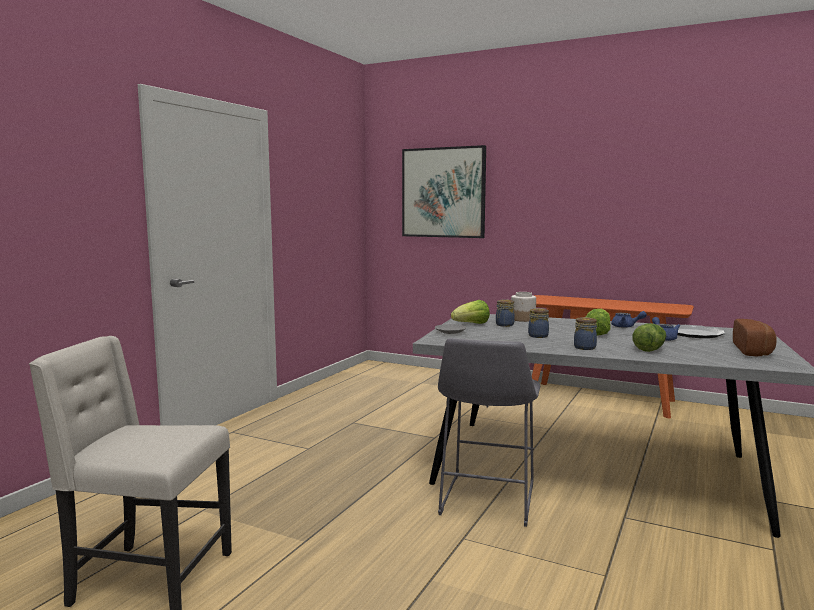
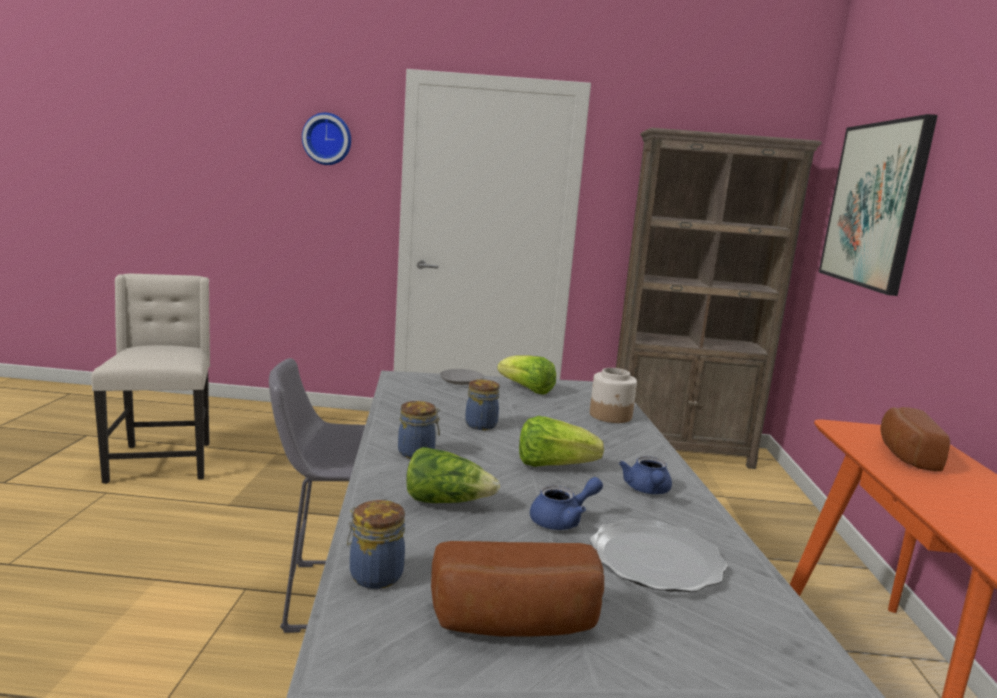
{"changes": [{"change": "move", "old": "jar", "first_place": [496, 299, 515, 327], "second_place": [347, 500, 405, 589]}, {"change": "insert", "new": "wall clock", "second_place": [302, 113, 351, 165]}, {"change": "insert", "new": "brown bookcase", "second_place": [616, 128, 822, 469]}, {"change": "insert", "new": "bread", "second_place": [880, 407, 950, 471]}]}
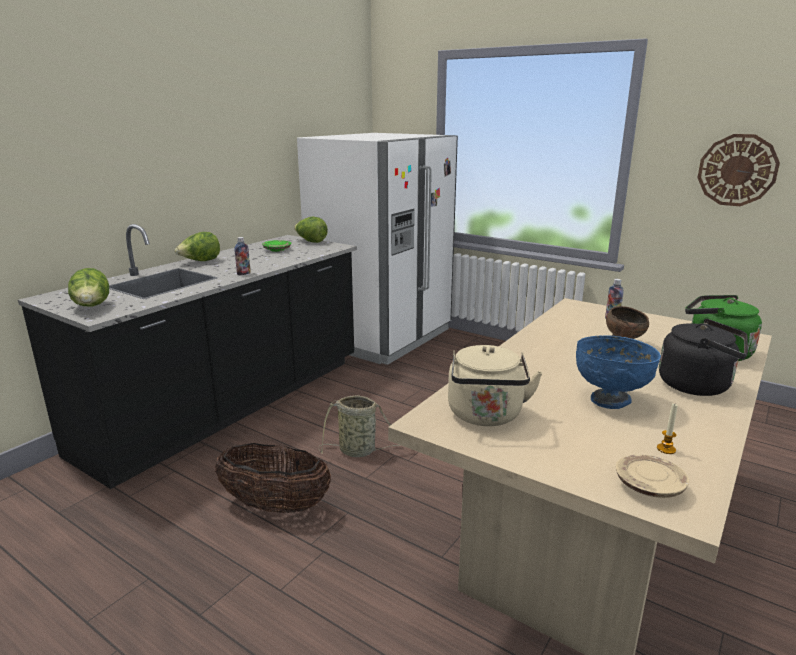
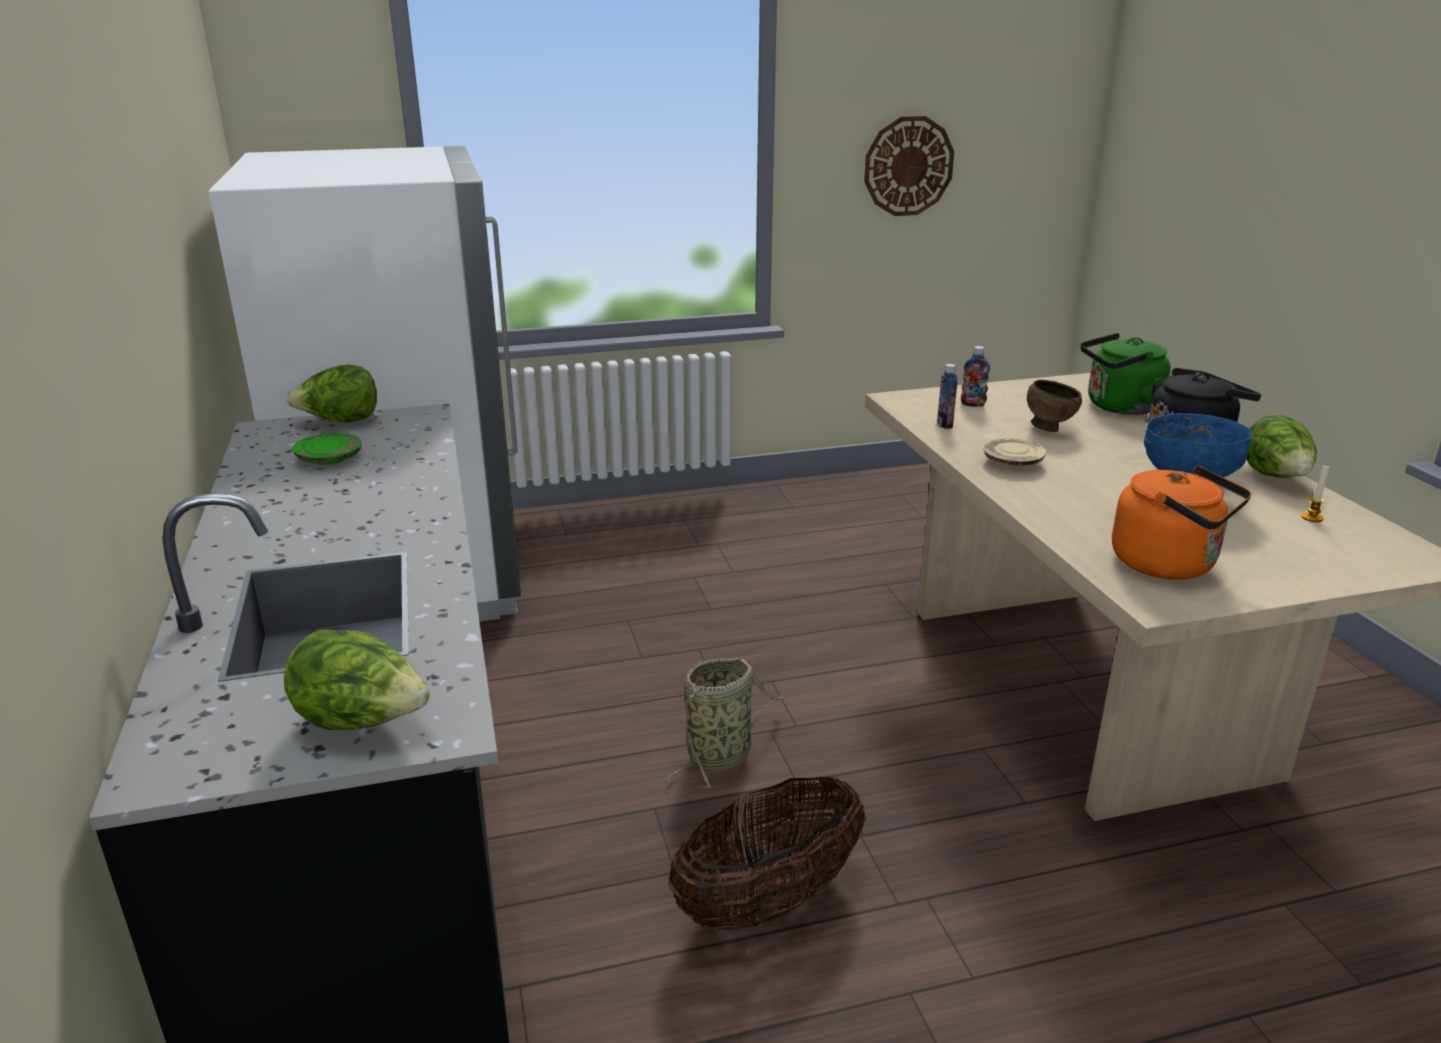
{"changes": [{"change": "move", "old": "lettuce", "first_place": [175, 232, 220, 261], "second_place": [1247, 414, 1317, 478]}, {"change": "move", "old": "bottle", "first_place": [235, 237, 251, 275], "second_place": [937, 364, 958, 429]}, {"change": "recolor", "old": "beige kettle", "new": "orange kettle", "first_place": [448, 345, 543, 426], "second_place": [1112, 466, 1251, 580]}, {"change": "move", "old": "beige plate", "first_place": [616, 455, 689, 498], "second_place": [983, 438, 1047, 468]}]}
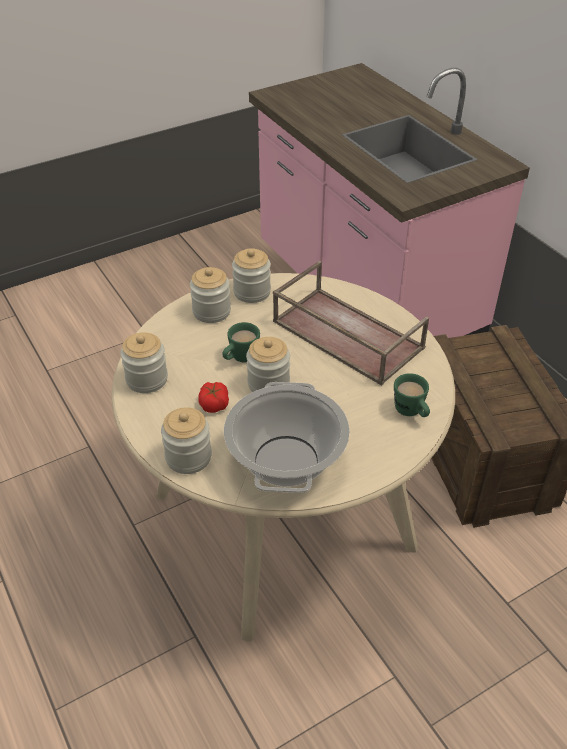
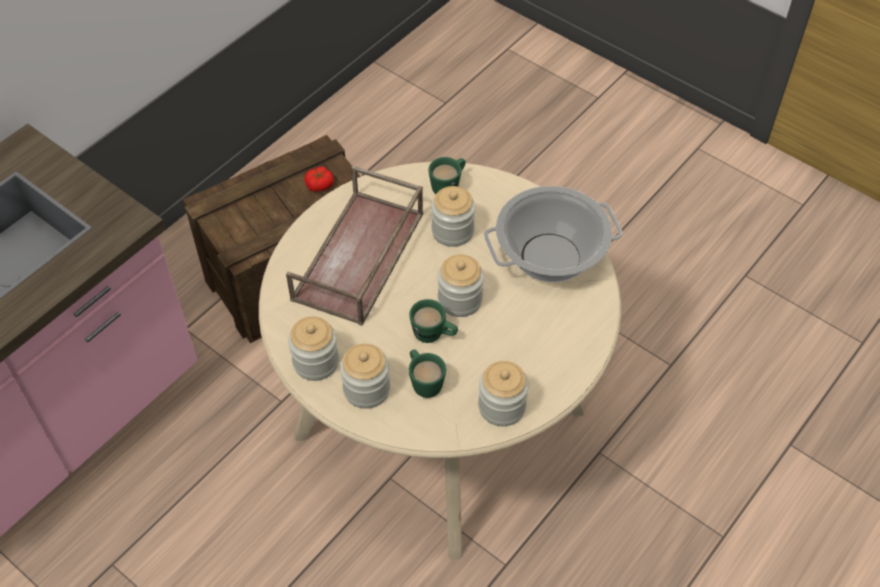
{"changes": [{"change": "move", "old": "jar", "first_place": [161, 407, 212, 474], "second_place": [431, 186, 475, 247]}, {"change": "move", "old": "tomato", "first_place": [198, 382, 229, 413], "second_place": [304, 166, 334, 192]}, {"change": "insert", "new": "green mug", "second_place": [409, 349, 446, 398]}]}
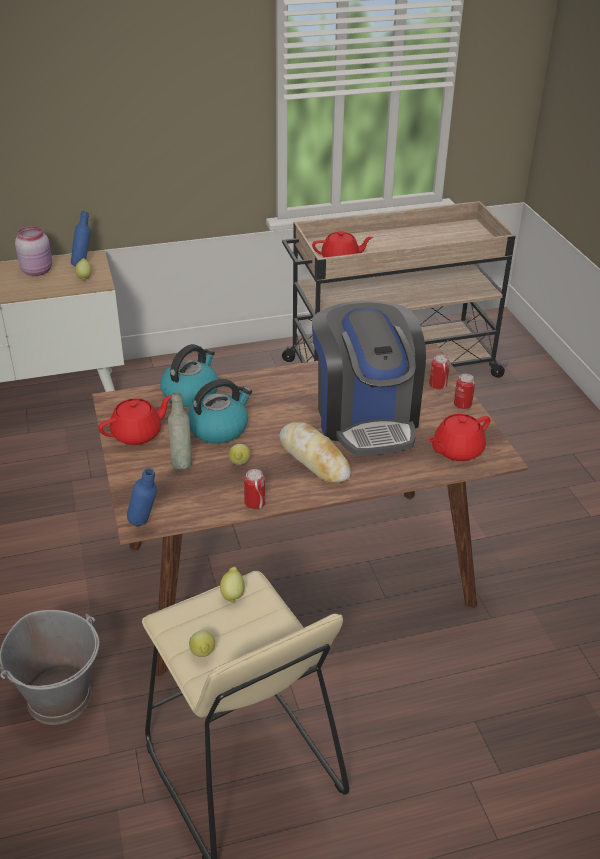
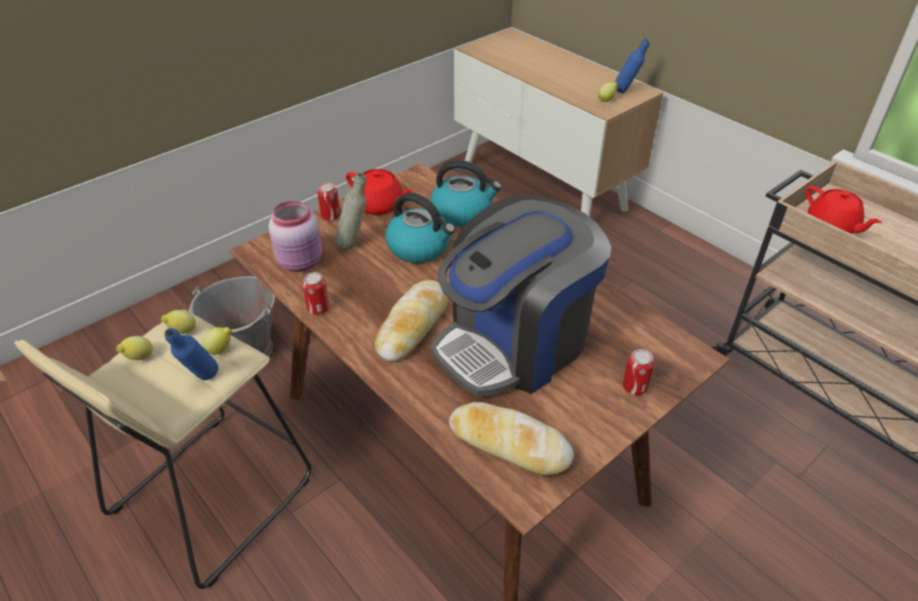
{"changes": [{"change": "move", "old": "pink jar", "first_place": [15, 226, 52, 276], "second_place": [269, 201, 322, 272]}, {"change": "move", "old": "blue bottle", "first_place": [127, 468, 157, 526], "second_place": [164, 328, 218, 380]}, {"change": "move", "old": "lemon", "first_place": [229, 444, 250, 465], "second_place": [161, 310, 196, 334]}, {"change": "replace", "old": "red teapot", "new": "bread", "first_place": [428, 414, 491, 461], "second_place": [449, 402, 574, 475]}, {"change": "move", "old": "can", "first_place": [454, 374, 475, 409], "second_place": [317, 182, 340, 220]}]}
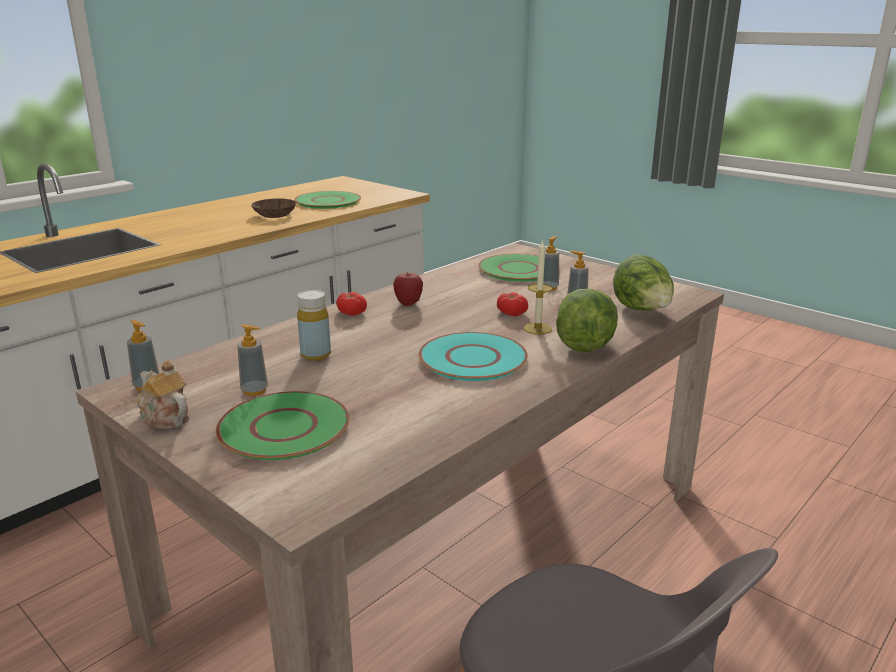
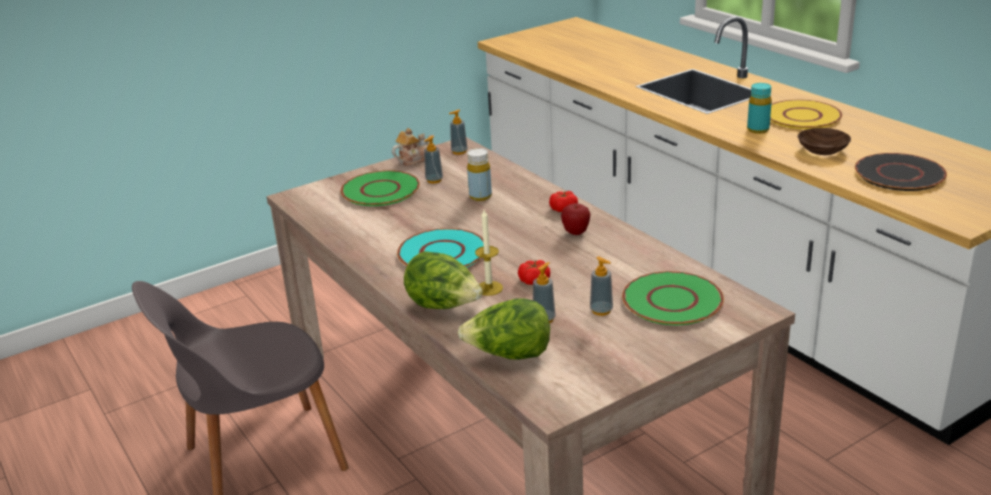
{"changes": [{"change": "recolor", "old": "green plate", "new": "black plate", "first_place": [294, 191, 361, 209], "second_place": [855, 153, 947, 191]}, {"change": "insert", "new": "turquoise bottle", "second_place": [747, 83, 772, 134]}, {"change": "insert", "new": "yellow plate", "second_place": [770, 100, 842, 129]}]}
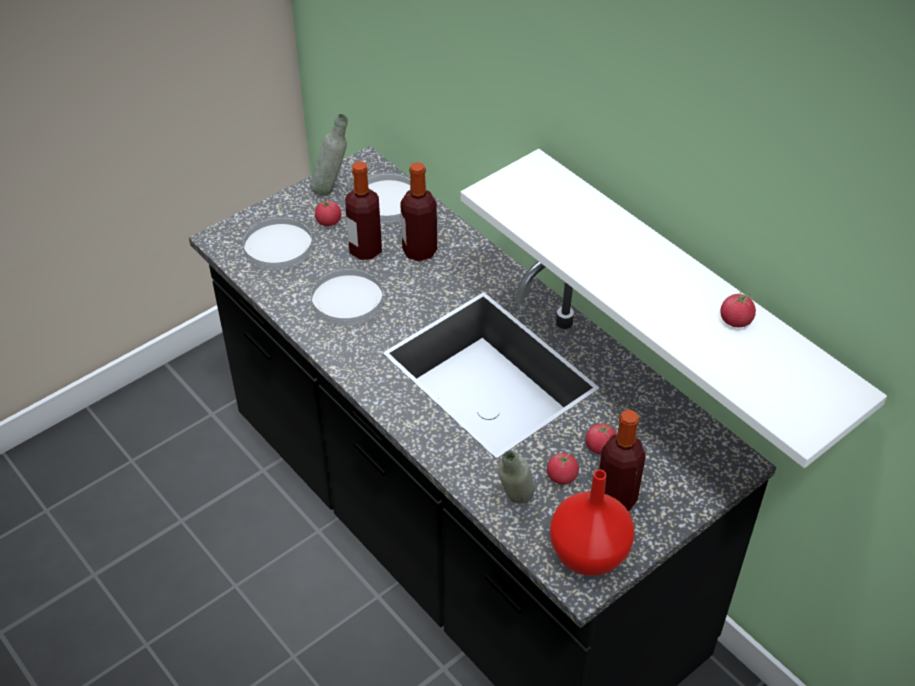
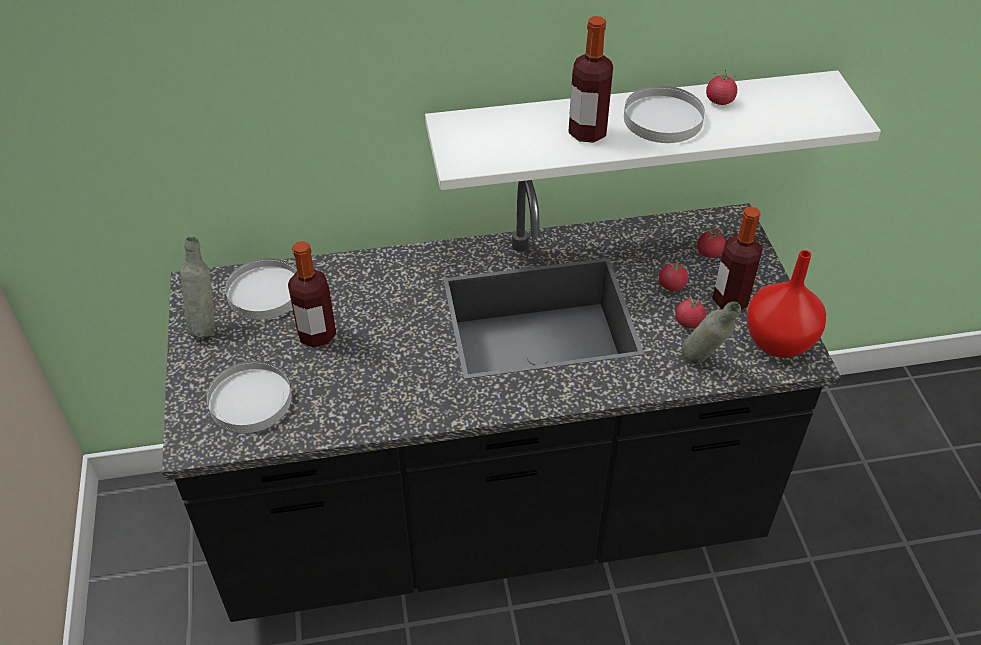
{"changes": [{"change": "move", "old": "white plate", "first_place": [311, 267, 383, 326], "second_place": [624, 86, 705, 143]}, {"change": "move", "old": "tomato", "first_place": [315, 198, 341, 226], "second_place": [697, 230, 726, 258]}, {"change": "move", "old": "bottle", "first_place": [400, 162, 437, 262], "second_place": [568, 16, 613, 143]}]}
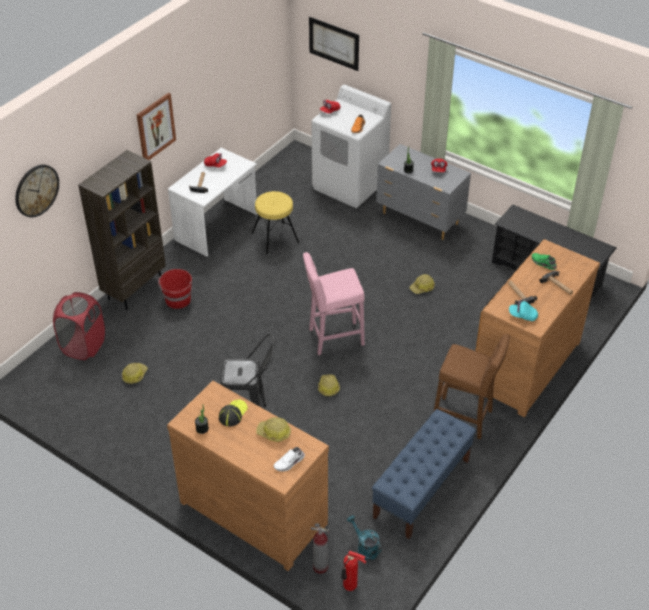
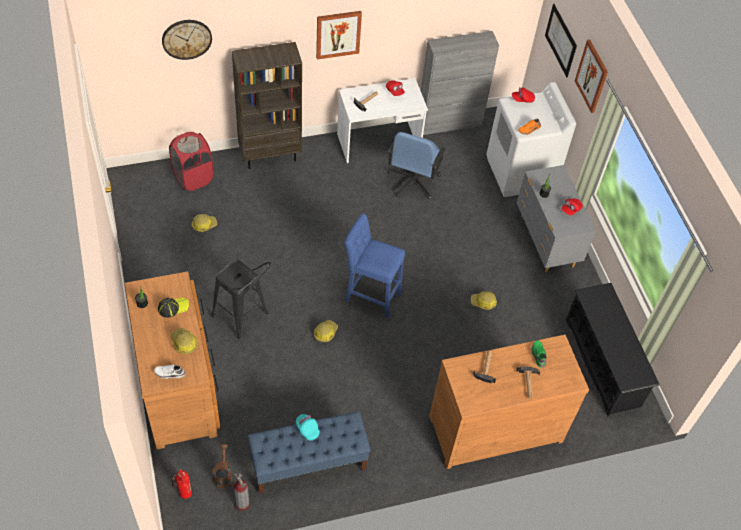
{"changes": [{"change": "delete", "old": "red bucket", "first_place": [158, 269, 192, 309]}, {"change": "replace", "old": "yellow stool", "new": "blue office chair", "first_place": [252, 191, 299, 254], "second_place": [387, 132, 446, 199]}, {"change": "recolor", "old": "pink stool", "new": "blue stool", "first_place": [303, 252, 365, 355], "second_place": [344, 213, 405, 318]}, {"change": "move", "old": "fire extinguisher", "first_place": [311, 523, 330, 574], "second_place": [234, 472, 250, 511]}, {"change": "recolor", "old": "turquoise watering can", "new": "brown watering can", "first_place": [347, 515, 382, 561], "second_place": [212, 444, 232, 489]}, {"change": "delete", "old": "brown stool", "first_place": [434, 334, 510, 440]}, {"change": "move", "old": "turquoise cap", "first_place": [509, 299, 538, 321], "second_place": [296, 414, 320, 440]}, {"change": "insert", "new": "grey cabinet", "second_place": [421, 31, 499, 135]}, {"change": "insert", "new": "picture", "second_place": [575, 40, 608, 113]}]}
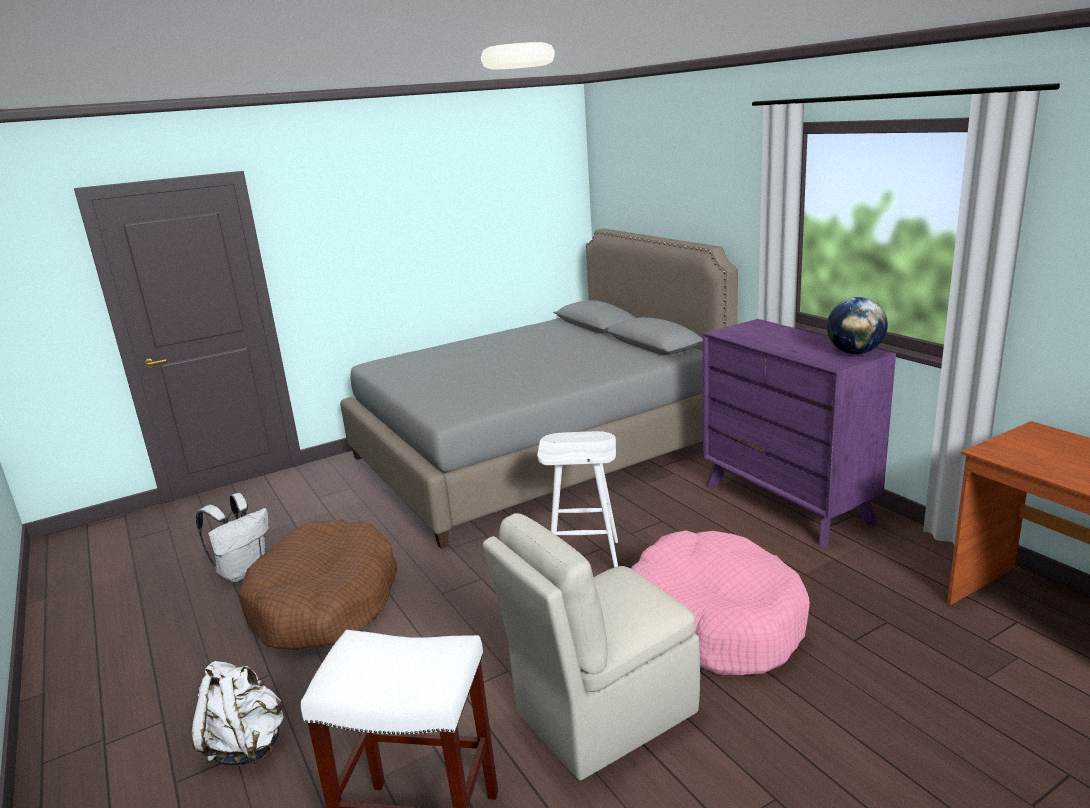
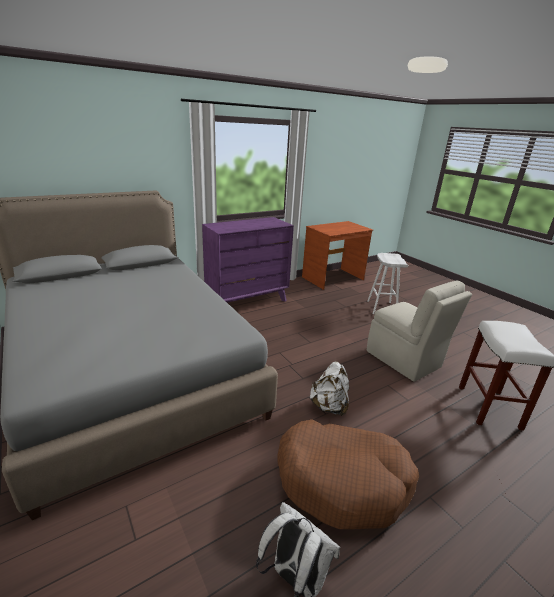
{"changes": [{"change": "move", "old": "white backpack", "first_place": [191, 661, 284, 766], "second_place": [310, 361, 349, 416]}, {"change": "move", "old": "white stool", "first_place": [537, 431, 618, 567], "second_place": [368, 253, 408, 314]}, {"change": "delete", "old": "pink dog bed", "first_place": [631, 530, 810, 675]}, {"change": "delete", "old": "globe", "first_place": [827, 297, 888, 354]}]}
